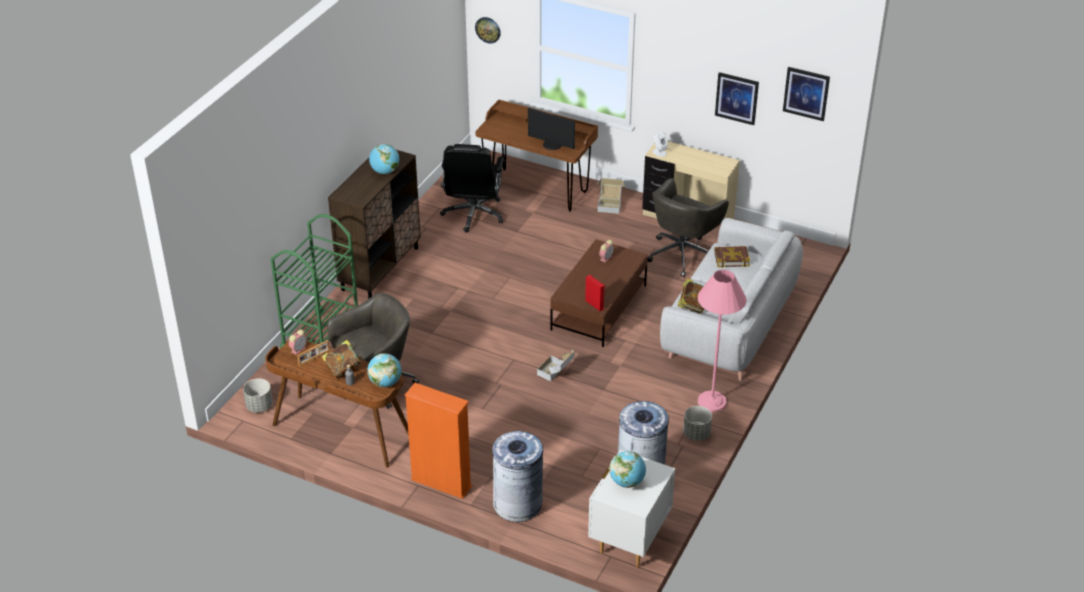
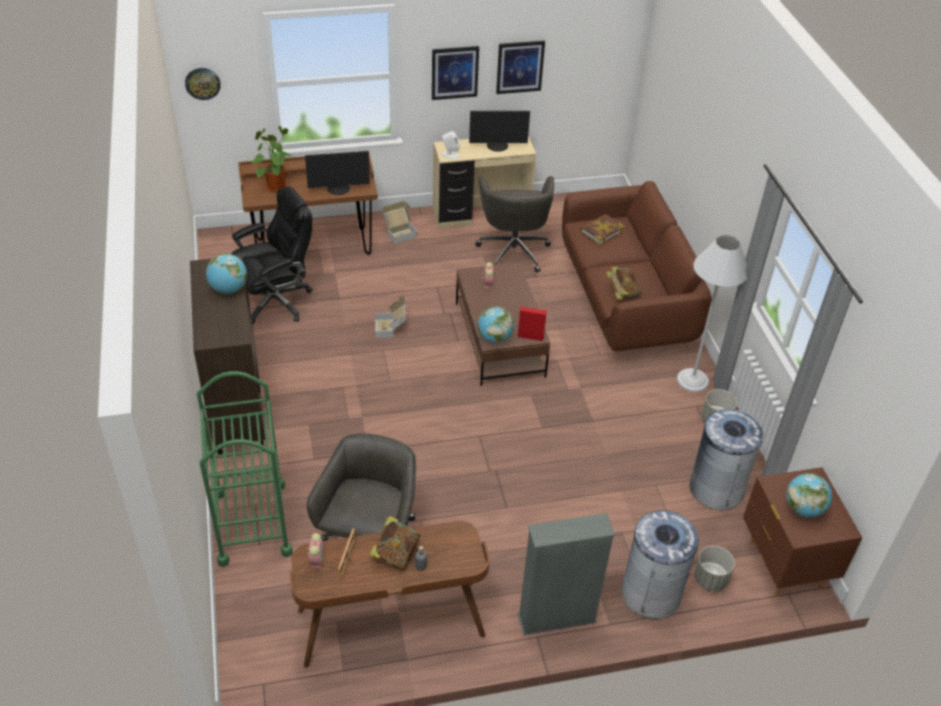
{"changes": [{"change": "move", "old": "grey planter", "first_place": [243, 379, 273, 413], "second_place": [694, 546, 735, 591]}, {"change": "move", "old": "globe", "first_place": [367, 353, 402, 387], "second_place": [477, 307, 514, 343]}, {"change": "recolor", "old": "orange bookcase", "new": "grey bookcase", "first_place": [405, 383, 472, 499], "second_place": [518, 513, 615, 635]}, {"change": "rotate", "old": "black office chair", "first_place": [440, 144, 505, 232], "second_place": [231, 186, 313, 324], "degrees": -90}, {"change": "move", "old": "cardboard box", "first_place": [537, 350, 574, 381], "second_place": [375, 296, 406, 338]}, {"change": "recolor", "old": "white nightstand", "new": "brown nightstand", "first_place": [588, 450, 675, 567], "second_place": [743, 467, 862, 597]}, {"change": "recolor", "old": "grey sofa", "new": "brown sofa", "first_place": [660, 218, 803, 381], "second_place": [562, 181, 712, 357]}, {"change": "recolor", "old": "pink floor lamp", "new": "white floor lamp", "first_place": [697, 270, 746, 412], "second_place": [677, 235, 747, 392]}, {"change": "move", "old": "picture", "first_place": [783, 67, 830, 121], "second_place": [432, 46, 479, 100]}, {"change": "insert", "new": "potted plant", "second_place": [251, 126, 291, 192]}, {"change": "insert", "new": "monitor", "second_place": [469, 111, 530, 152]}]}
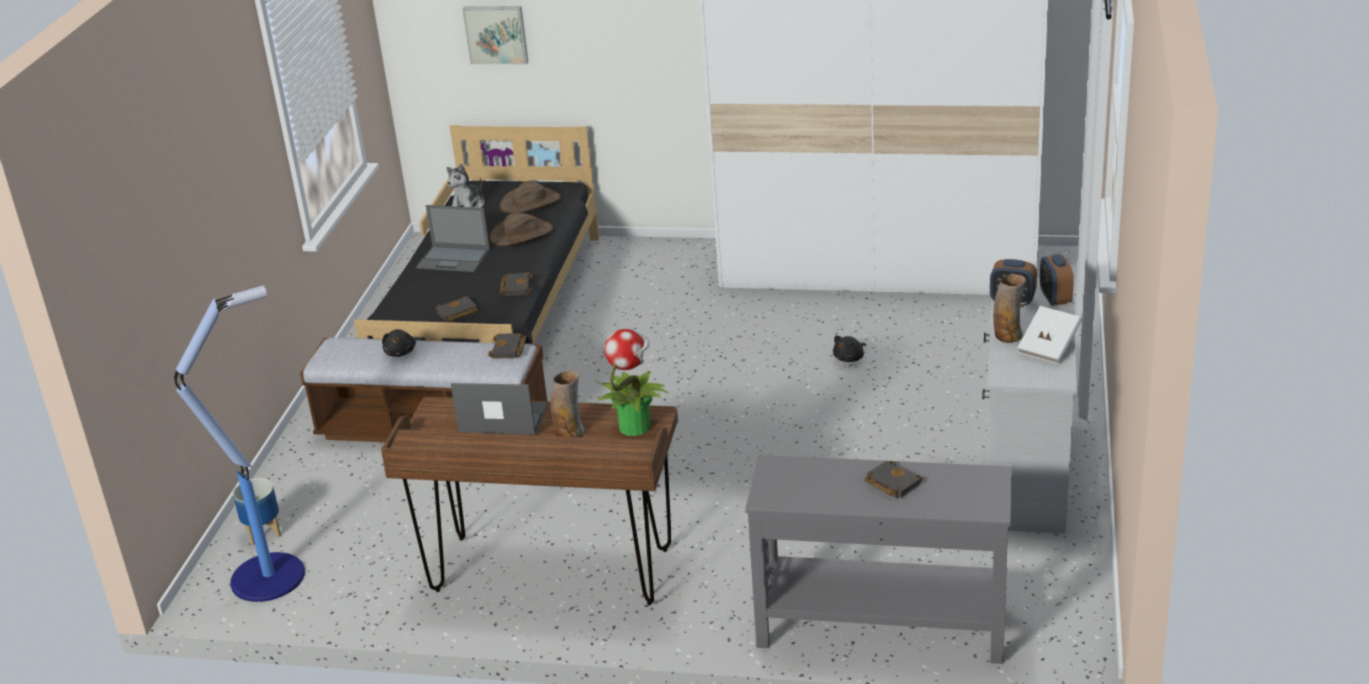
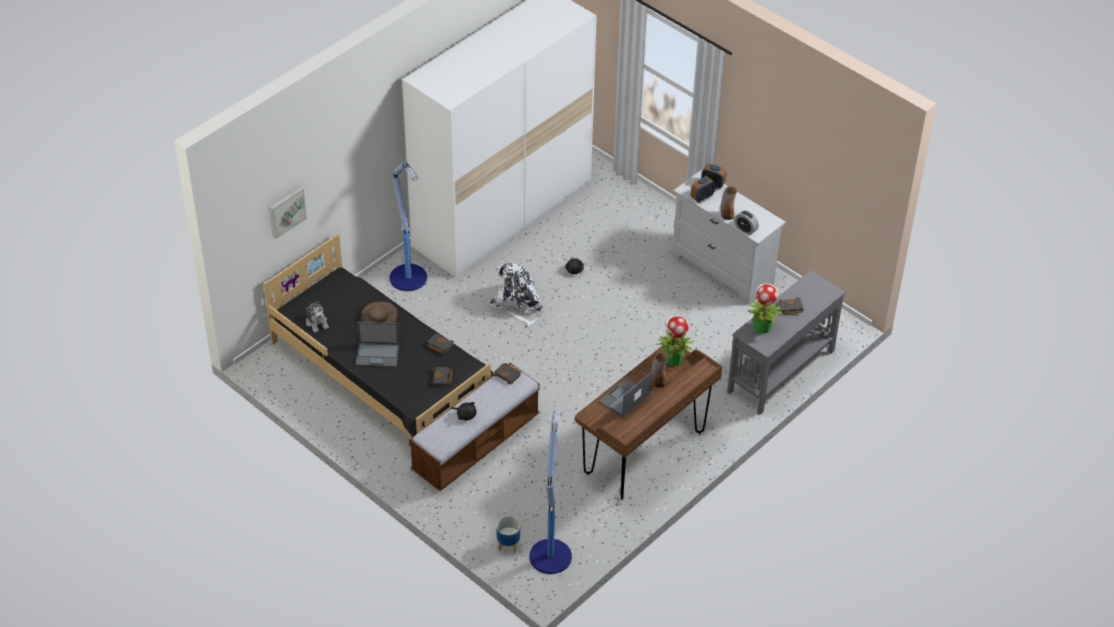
{"changes": [{"change": "rotate", "old": "laptop", "first_place": [416, 205, 490, 272], "second_place": [356, 322, 399, 367], "degrees": 45}, {"change": "delete", "old": "brown hat", "first_place": [500, 181, 561, 214]}, {"change": "delete", "old": "white book", "first_place": [1017, 306, 1082, 364]}, {"change": "insert", "new": "floor lamp", "second_place": [390, 161, 427, 291]}, {"change": "insert", "new": "white backpack", "second_place": [489, 264, 542, 326]}, {"change": "insert", "new": "alarm clock", "second_place": [735, 211, 759, 235]}, {"change": "insert", "new": "potted plant", "second_place": [748, 284, 782, 334]}]}
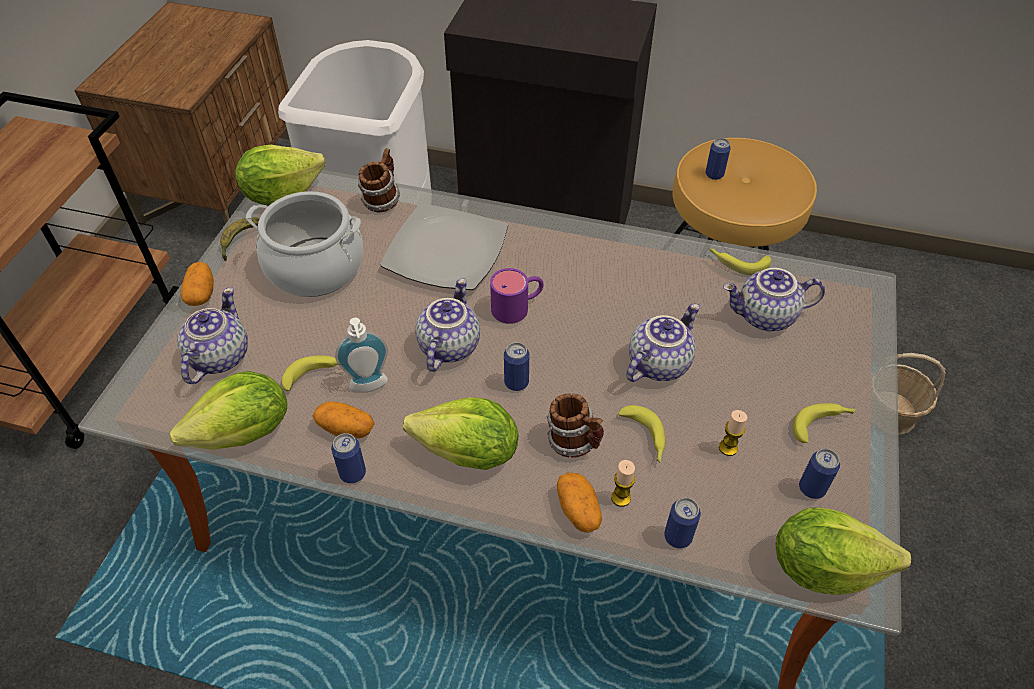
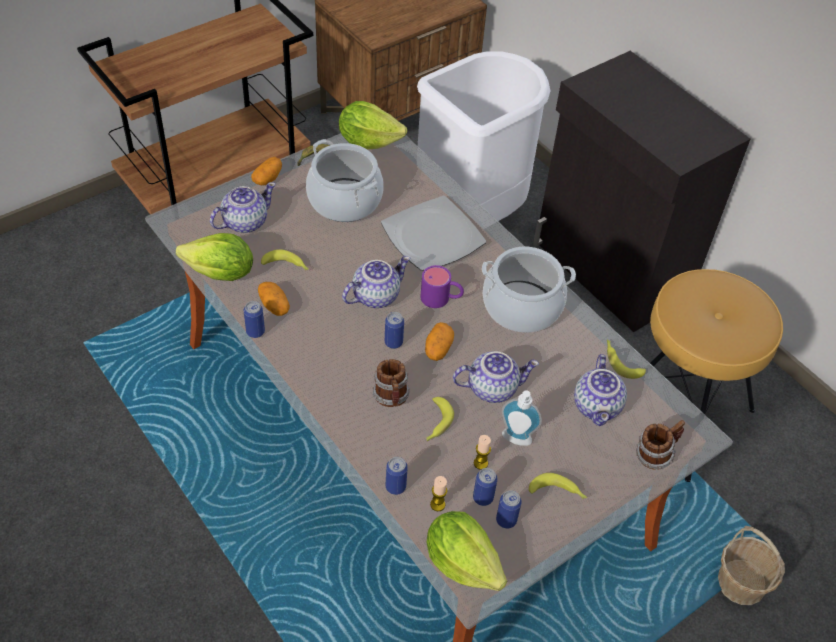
{"changes": [{"change": "move", "old": "soap dispenser", "first_place": [335, 318, 388, 392], "second_place": [502, 390, 542, 446]}, {"change": "move", "old": "mug", "first_place": [358, 148, 400, 213], "second_place": [636, 420, 685, 470]}, {"change": "delete", "old": "lettuce", "first_place": [403, 397, 518, 470]}, {"change": "move", "old": "potato", "first_place": [557, 473, 602, 533], "second_place": [425, 322, 454, 361]}, {"change": "move", "old": "candle", "first_place": [611, 460, 635, 507], "second_place": [430, 476, 447, 511]}, {"change": "move", "old": "can", "first_place": [706, 138, 731, 180], "second_place": [473, 468, 497, 506]}, {"change": "rotate", "old": "teapot", "first_place": [723, 268, 825, 331], "second_place": [574, 354, 627, 426], "degrees": -120}, {"change": "insert", "new": "cooking pot", "second_place": [482, 247, 576, 333]}]}
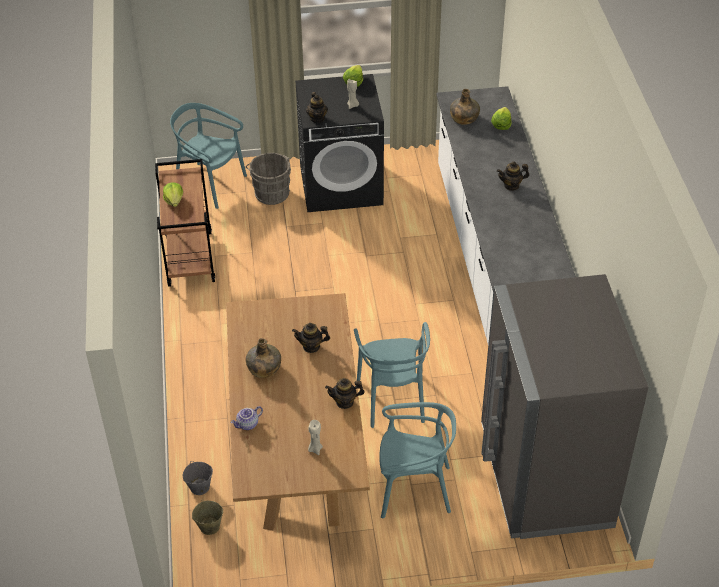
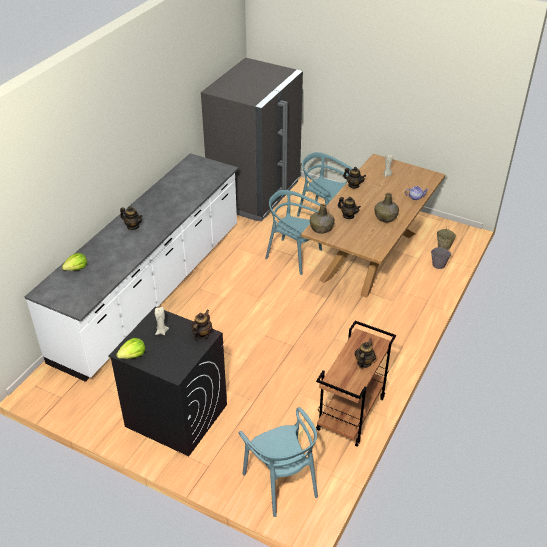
{"changes": [{"change": "replace", "old": "lettuce", "new": "teapot", "first_place": [163, 182, 183, 207], "second_place": [355, 338, 376, 368]}, {"change": "delete", "old": "grey bucket", "first_place": [246, 153, 291, 205]}, {"change": "rotate", "old": "turquoise chair", "first_place": [354, 322, 430, 428], "second_place": [265, 190, 322, 275], "degrees": -90}, {"change": "move", "old": "green bottle", "first_place": [450, 89, 480, 125], "second_place": [310, 203, 335, 234]}]}
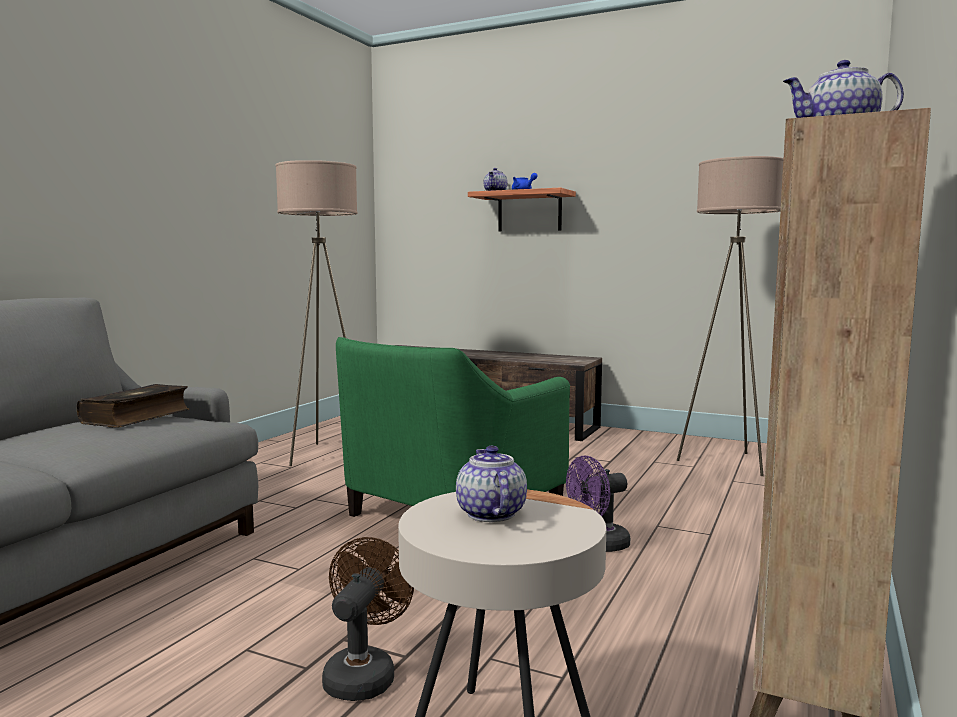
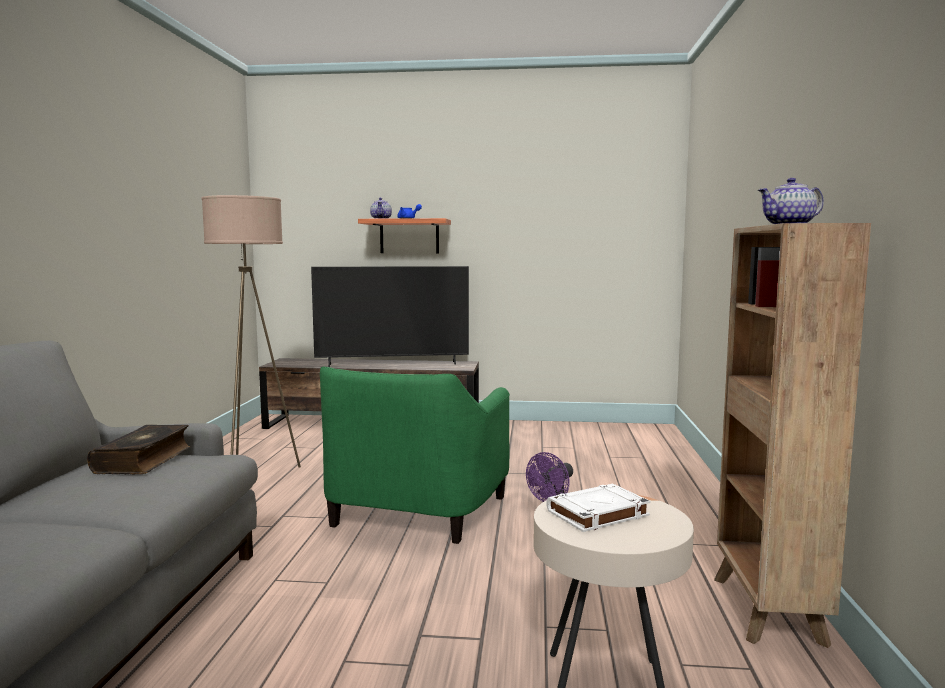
{"changes": [{"change": "delete", "old": "brown fan", "first_place": [322, 537, 414, 701]}, {"change": "replace", "old": "teapot", "new": "white book", "first_place": [456, 446, 527, 522], "second_place": [546, 484, 650, 532]}, {"change": "delete", "old": "beige floor lamp", "first_place": [677, 156, 784, 476]}, {"change": "insert", "new": "television", "second_place": [311, 266, 469, 367]}]}
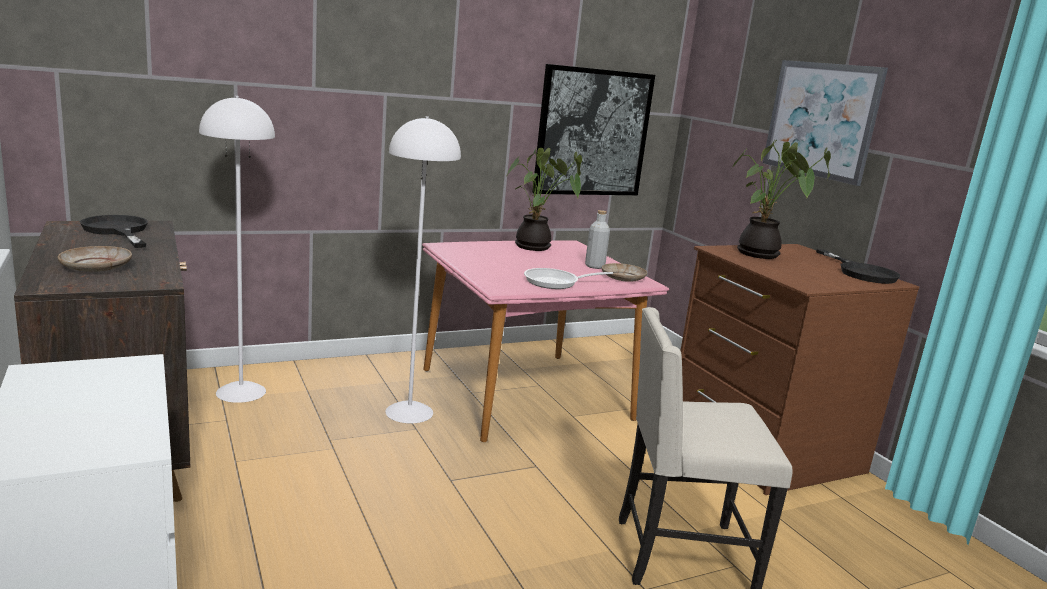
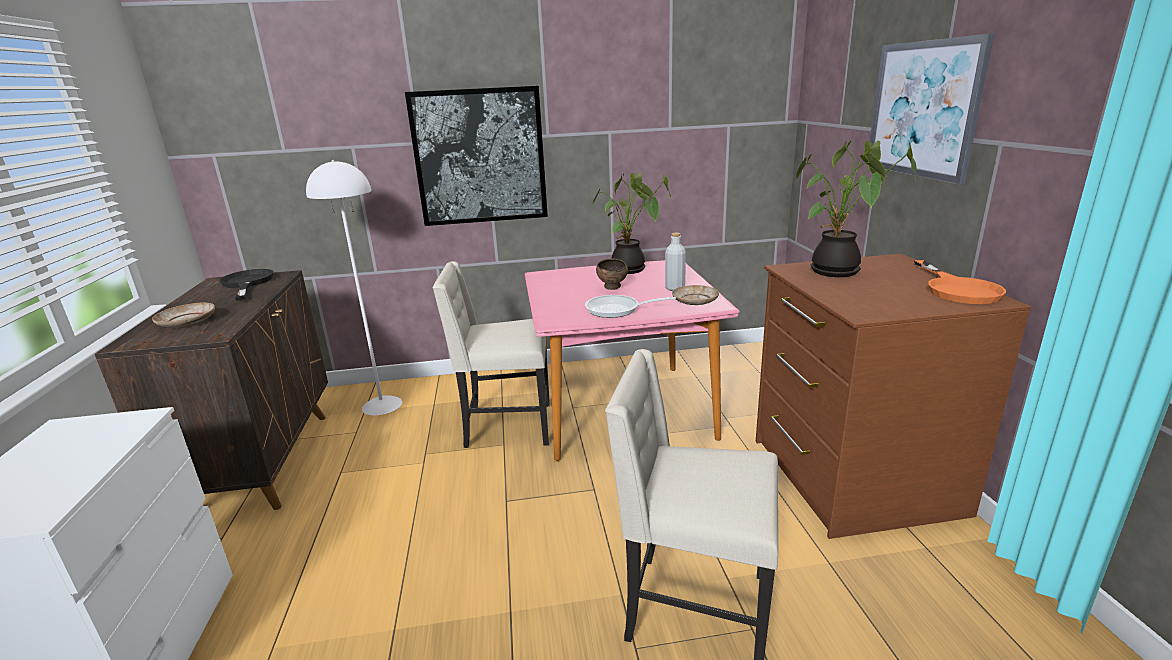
{"changes": [{"change": "replace", "old": "white floor lamp", "new": "beige chair", "first_place": [385, 116, 461, 423], "second_place": [432, 261, 550, 448]}, {"change": "move", "old": "picture", "first_place": [532, 64, 655, 195], "second_place": [405, 86, 548, 226]}, {"change": "recolor", "old": "black frying pan", "new": "orange frying pan", "first_place": [816, 249, 901, 284], "second_place": [914, 260, 1006, 304]}, {"change": "insert", "new": "brown bowl", "second_place": [596, 258, 628, 290]}]}
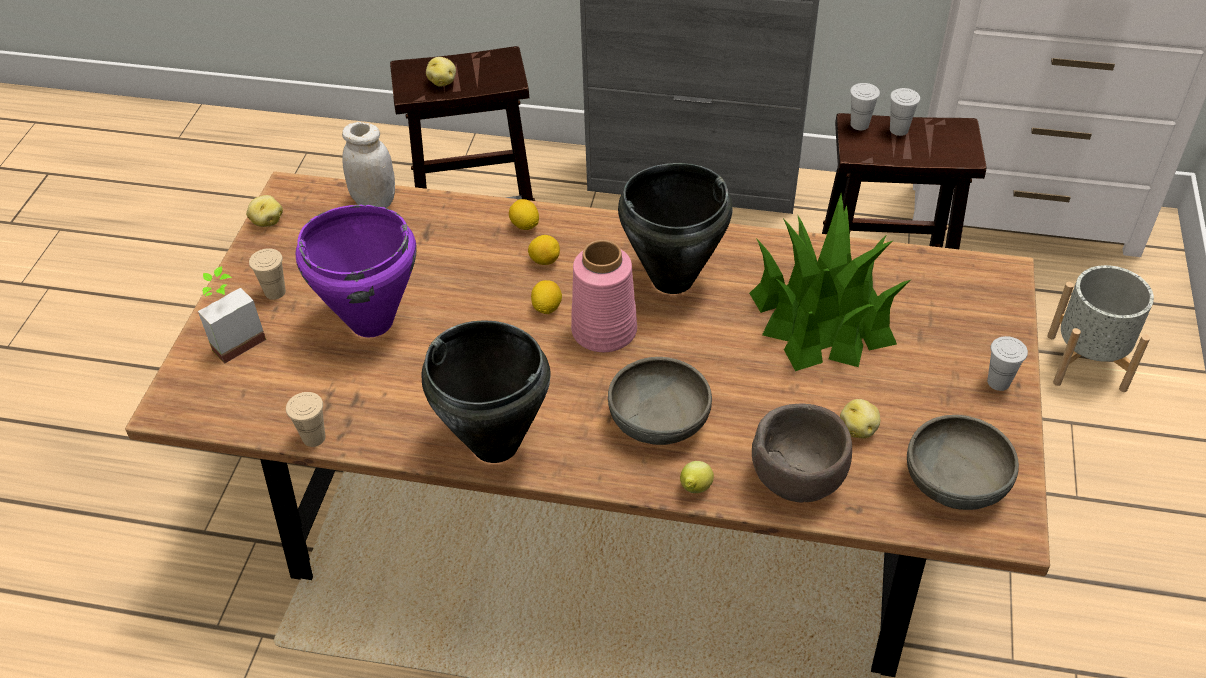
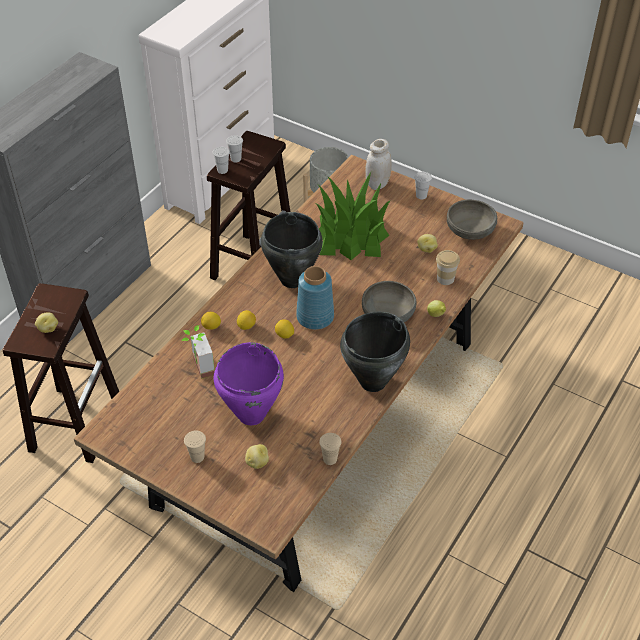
{"changes": [{"change": "move", "old": "potted plant", "first_place": [198, 266, 266, 364], "second_place": [181, 325, 215, 379]}, {"change": "move", "old": "potato", "first_place": [246, 195, 283, 227], "second_place": [245, 444, 269, 469]}, {"change": "move", "old": "white jar", "first_place": [342, 122, 395, 208], "second_place": [365, 139, 392, 190]}, {"change": "recolor", "old": "pink vase", "new": "blue vase", "first_place": [571, 240, 637, 352], "second_place": [296, 266, 334, 330]}, {"change": "replace", "old": "brown bowl", "new": "cup", "first_place": [752, 404, 852, 503], "second_place": [436, 250, 460, 285]}]}
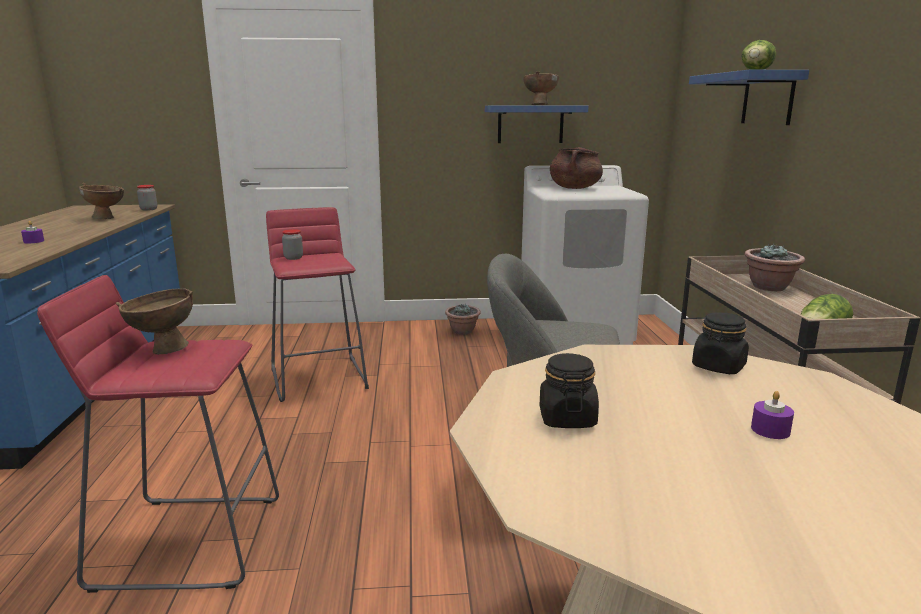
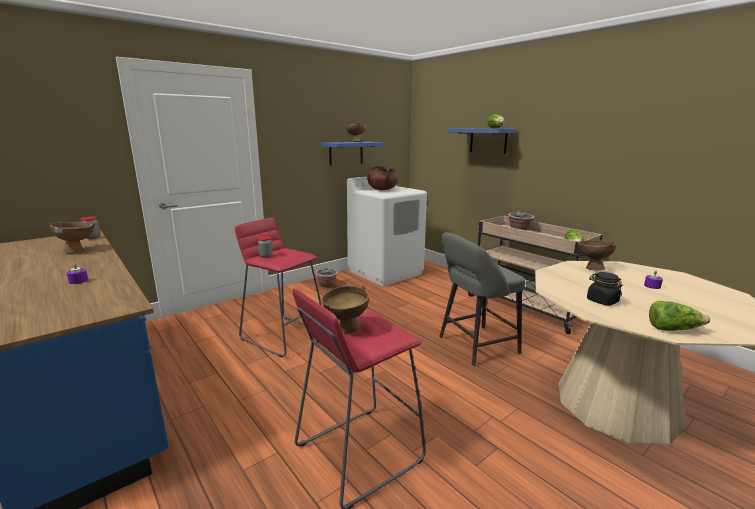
{"changes": [{"change": "replace", "old": "black jar", "new": "brown bowl", "first_place": [692, 312, 749, 374], "second_place": [578, 239, 616, 271]}, {"change": "insert", "new": "lettuce", "second_place": [649, 301, 710, 331]}]}
